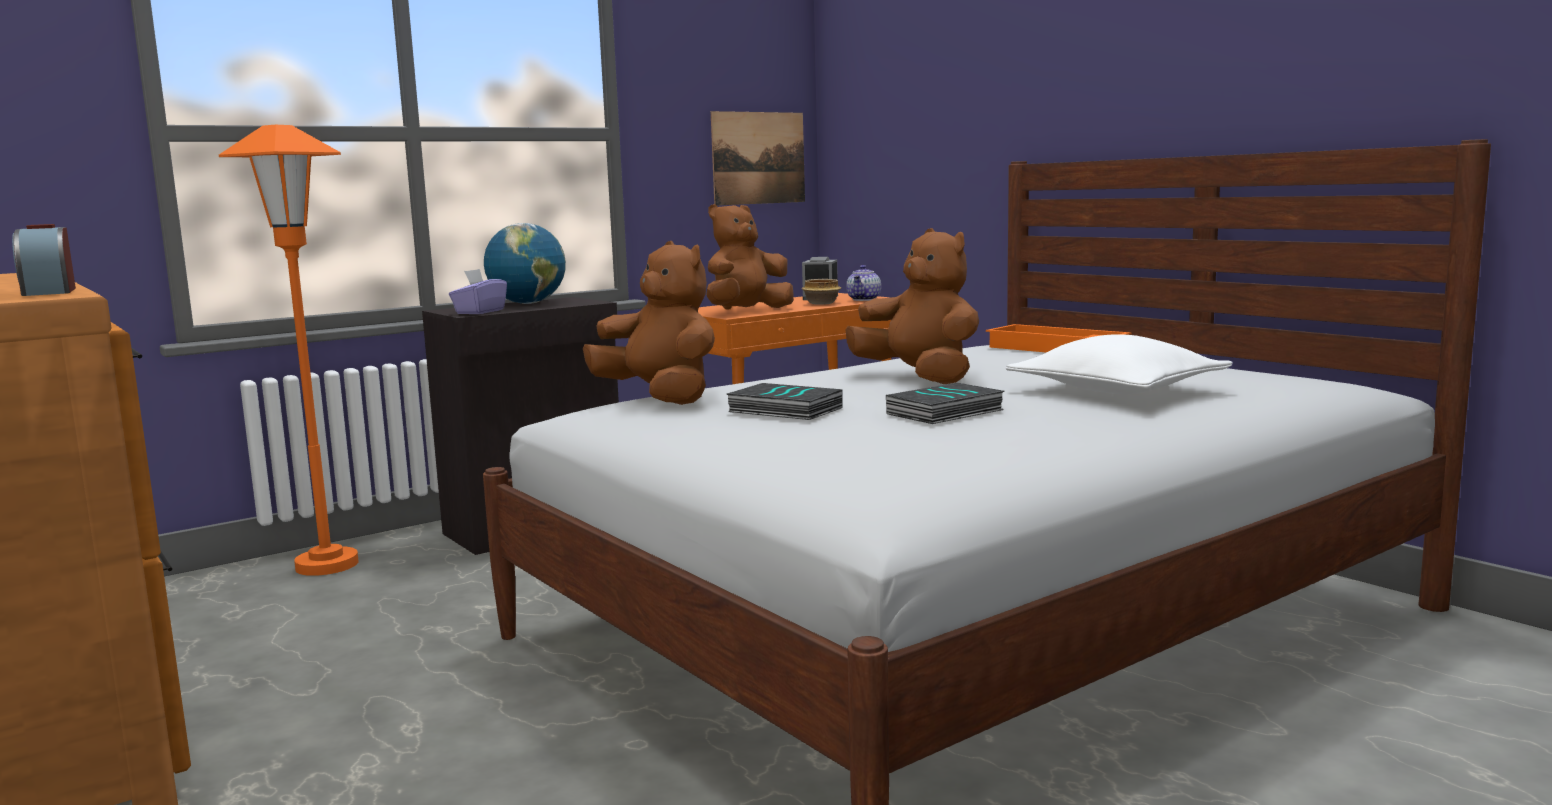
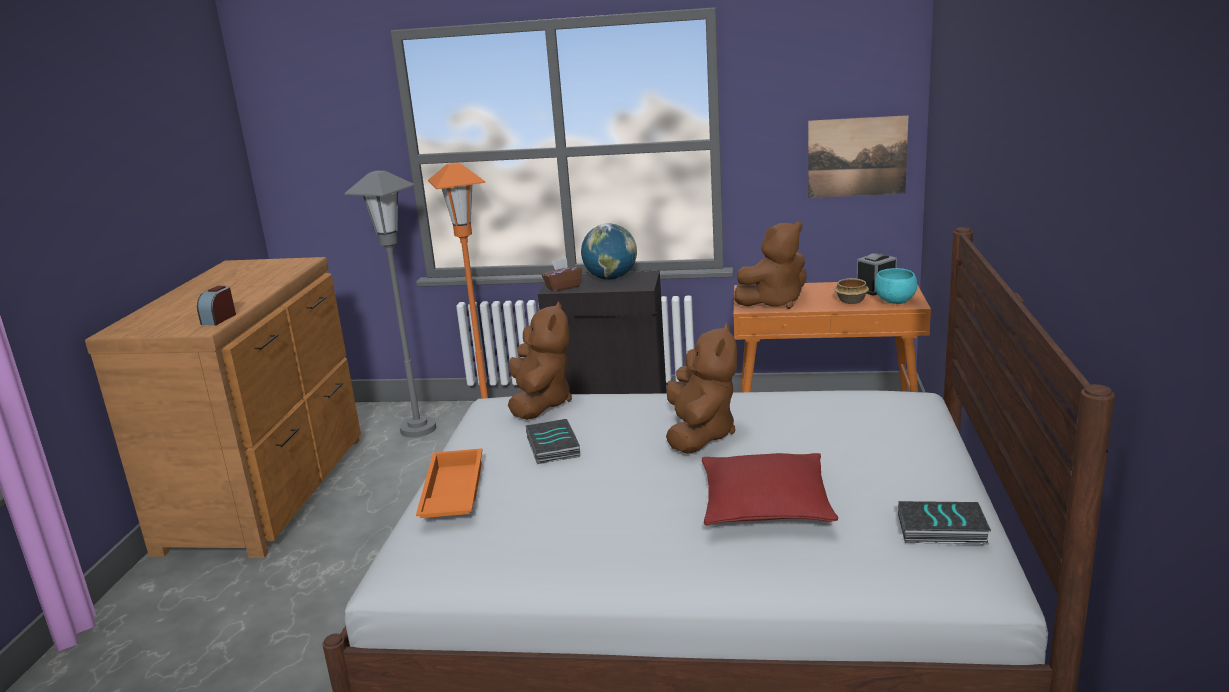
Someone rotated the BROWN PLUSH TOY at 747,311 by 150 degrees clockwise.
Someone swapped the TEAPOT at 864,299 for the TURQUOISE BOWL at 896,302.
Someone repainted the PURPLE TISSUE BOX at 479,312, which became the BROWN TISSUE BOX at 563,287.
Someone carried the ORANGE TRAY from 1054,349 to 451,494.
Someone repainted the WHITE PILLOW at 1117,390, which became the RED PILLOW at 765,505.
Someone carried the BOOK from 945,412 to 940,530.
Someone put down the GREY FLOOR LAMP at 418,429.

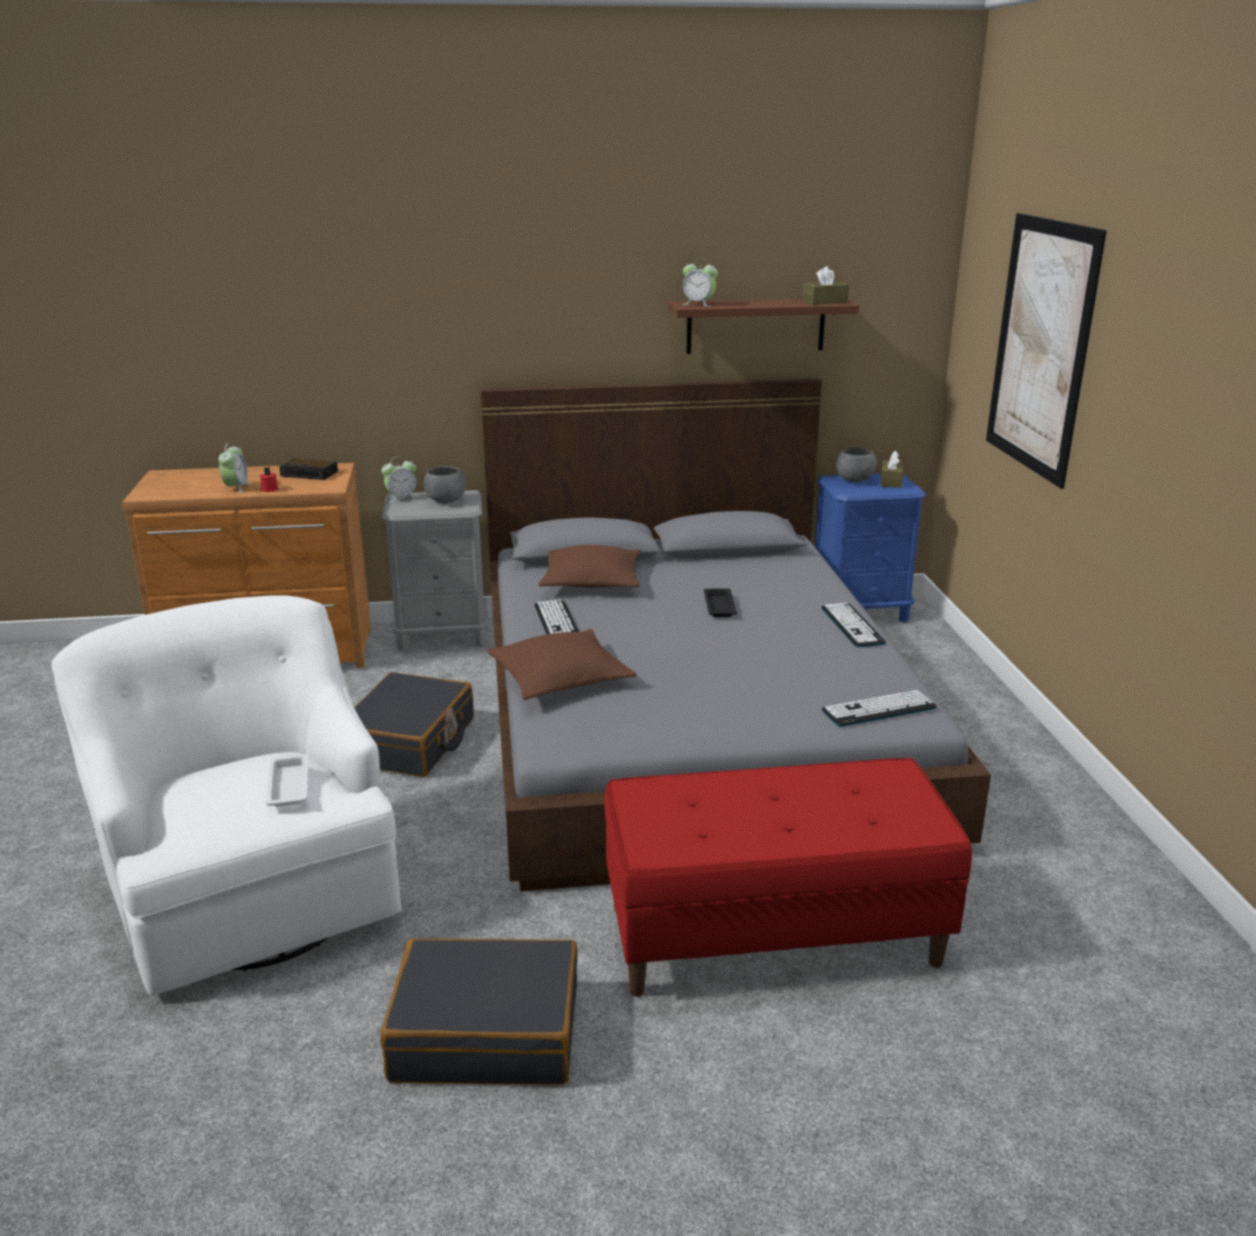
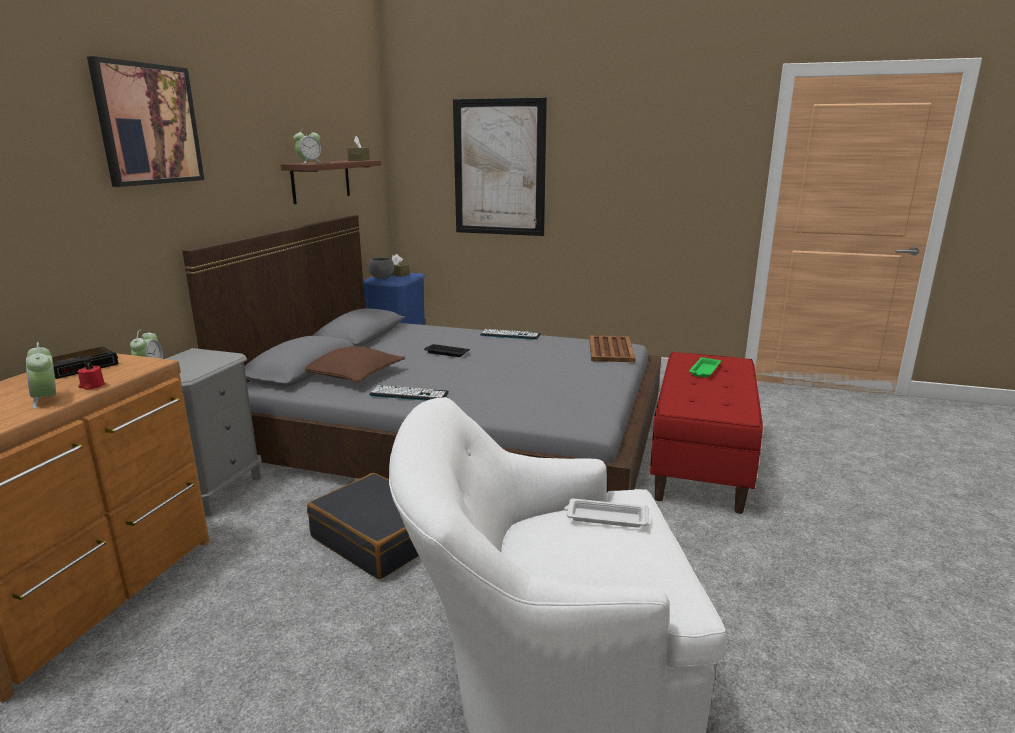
Someone rotated the ALARM CLOCK at 236,488 by 150 degrees counterclockwise.
Someone took away the GREY BOWL at 446,501.
Someone took away the BROWN PILLOW at 560,678.
Someone swapped the KEYBOARD at 879,709 for the BROWN TRAY at 611,349.
Someone took away the BLACK SUITCASE at 486,1032.
Someone put up the PICTURE at 148,124.
Someone put down the GREEN TRAY at 704,370.

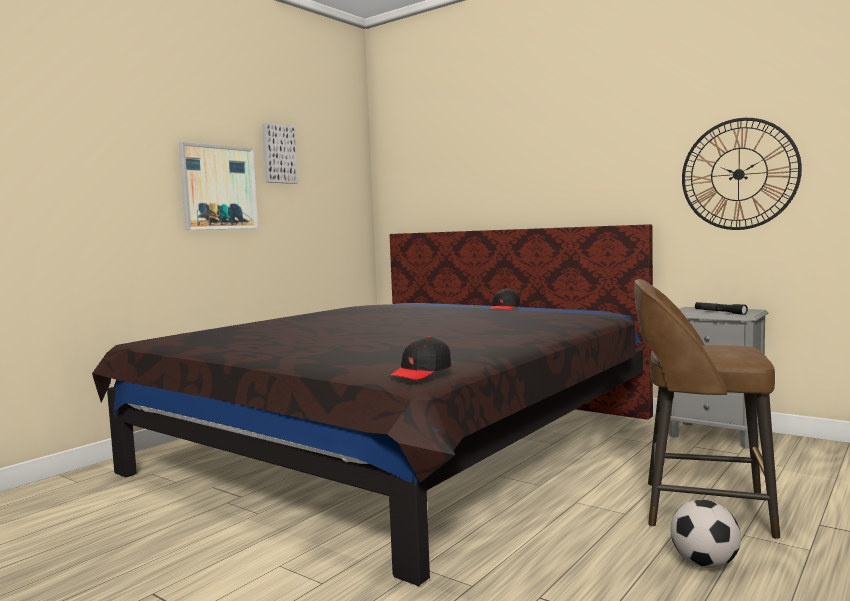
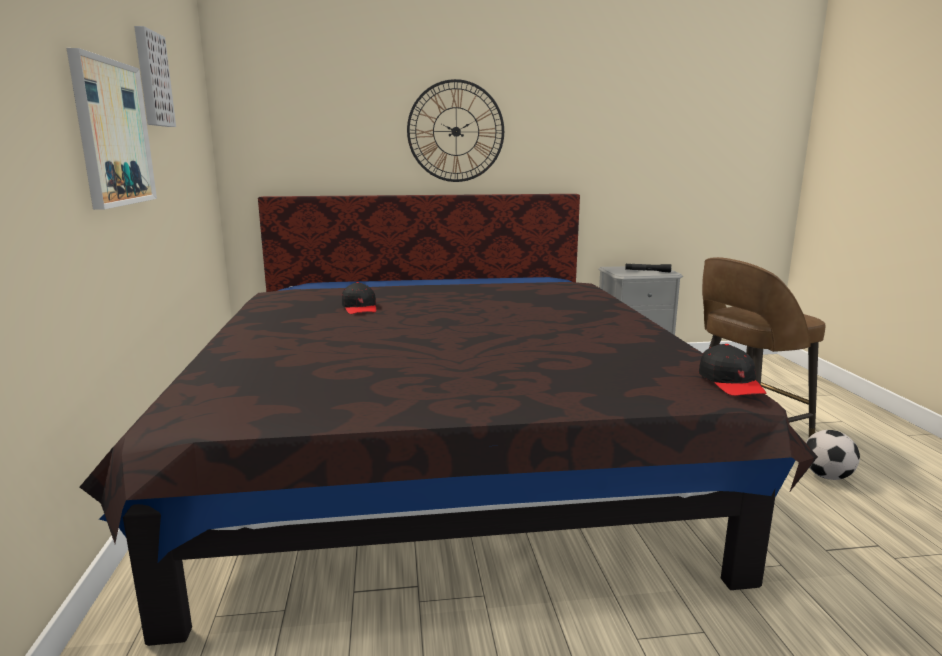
Someone carried the WALL CLOCK from 738,174 to 456,131.
Someone carried the BLACK CAP from 505,308 to 360,308.

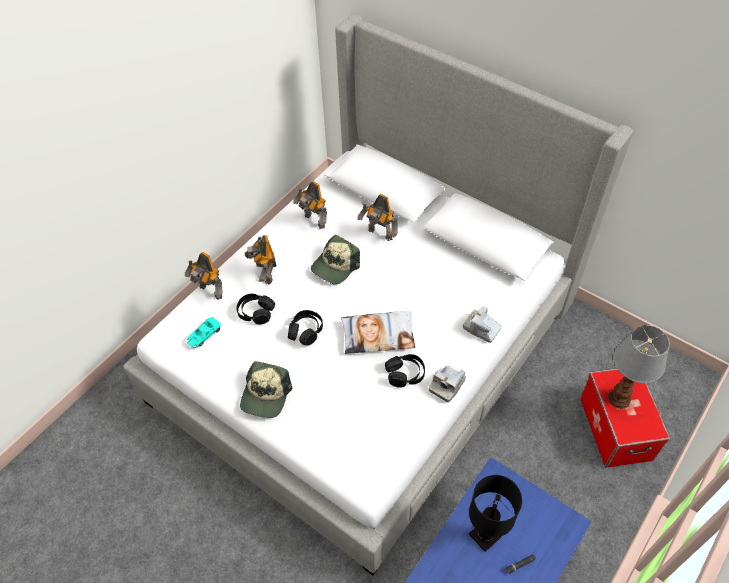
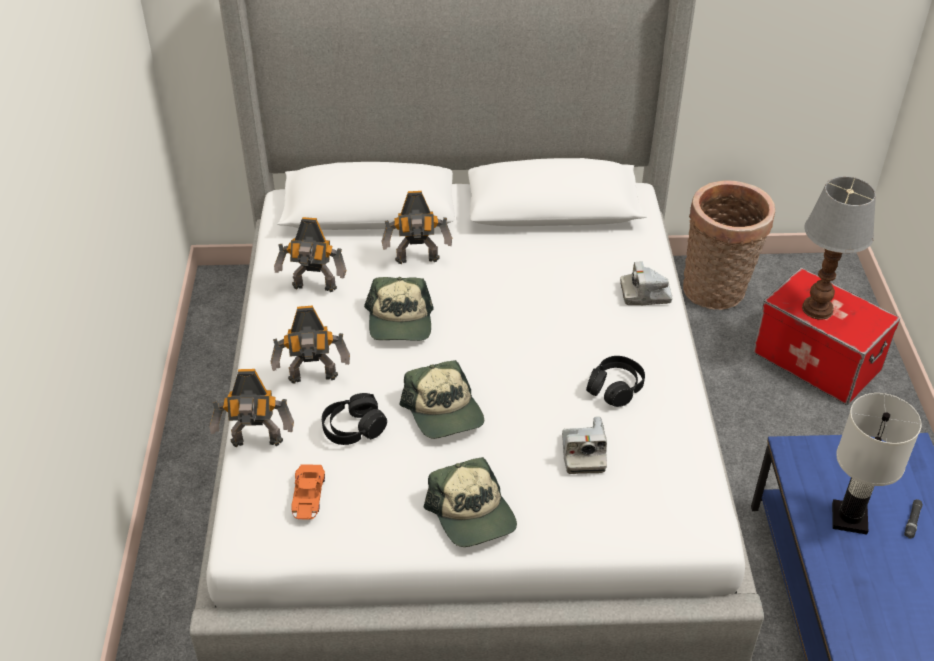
Someone rotated the TOY ROBOT at 265,273 by 45 degrees counterclockwise.
Someone swapped the BLACK HEADPHONES at 306,331 for the CAP at 444,412.
Someone took away the PILLOW at 378,335.
Someone repainted the TURQUOISE TOY CAR at 204,335, which became the ORANGE TOY CAR at 308,496.
Someone carried the PHOTO CAMERA from 447,385 to 583,454.
Someone repainted the BLACK TABLE LAMP at 484,535, which became the WHITE TABLE LAMP at 848,518.
Someone put down the BASKET at 717,292.

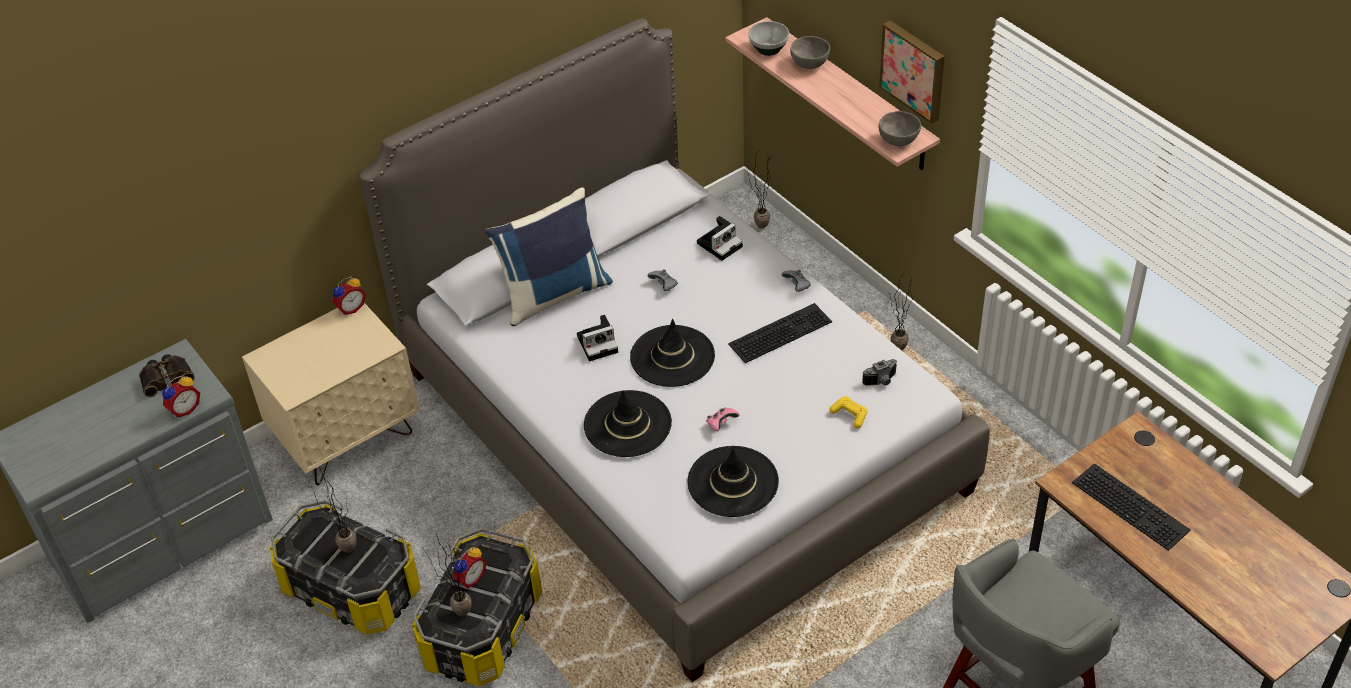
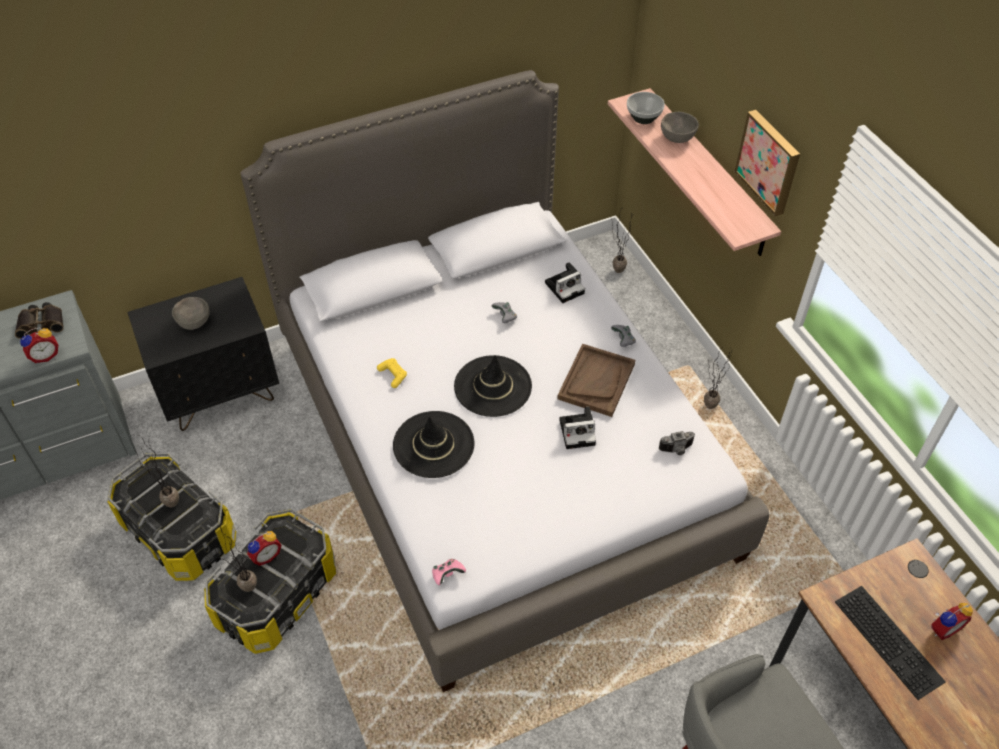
Someone carried the GREY BOWL from 898,140 to 194,322.
Someone took away the BLUE PILLOW at 554,294.
Someone carried the ALARM CLOCK from 350,308 to 942,628.
Someone repainted the BEIGE NIGHTSTAND at 348,438, which became the BLACK NIGHTSTAND at 220,393.
Someone swapped the KEYBOARD at 780,331 for the BROWN TRAY at 596,381.
Someone carried the PHOTO CAMERA from 599,343 to 578,431.
Someone carried the YELLOW GAME CONTROLLER from 849,415 to 393,375.
Someone carried the PINK GAME CONTROLLER from 721,424 to 447,575.
Someone took away the BLACK HAT at 733,482.

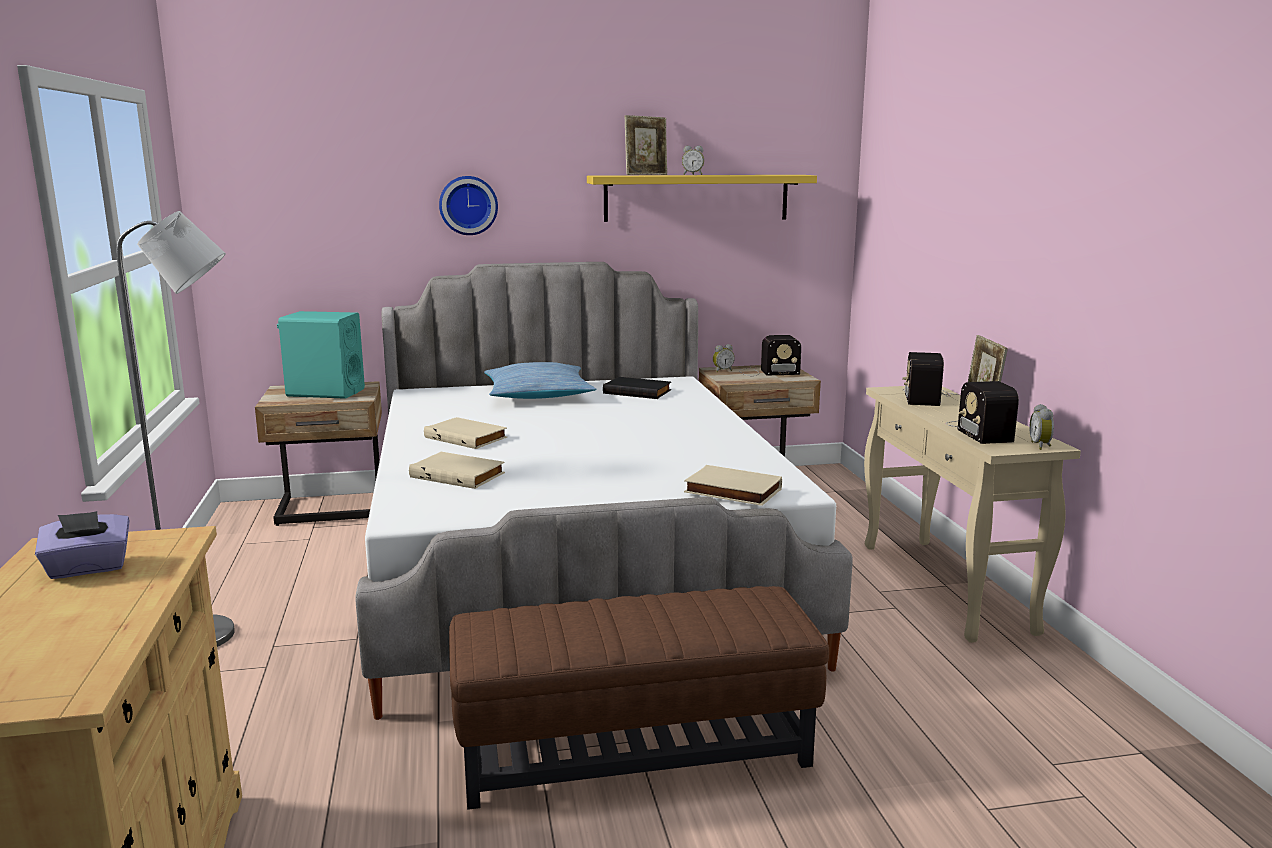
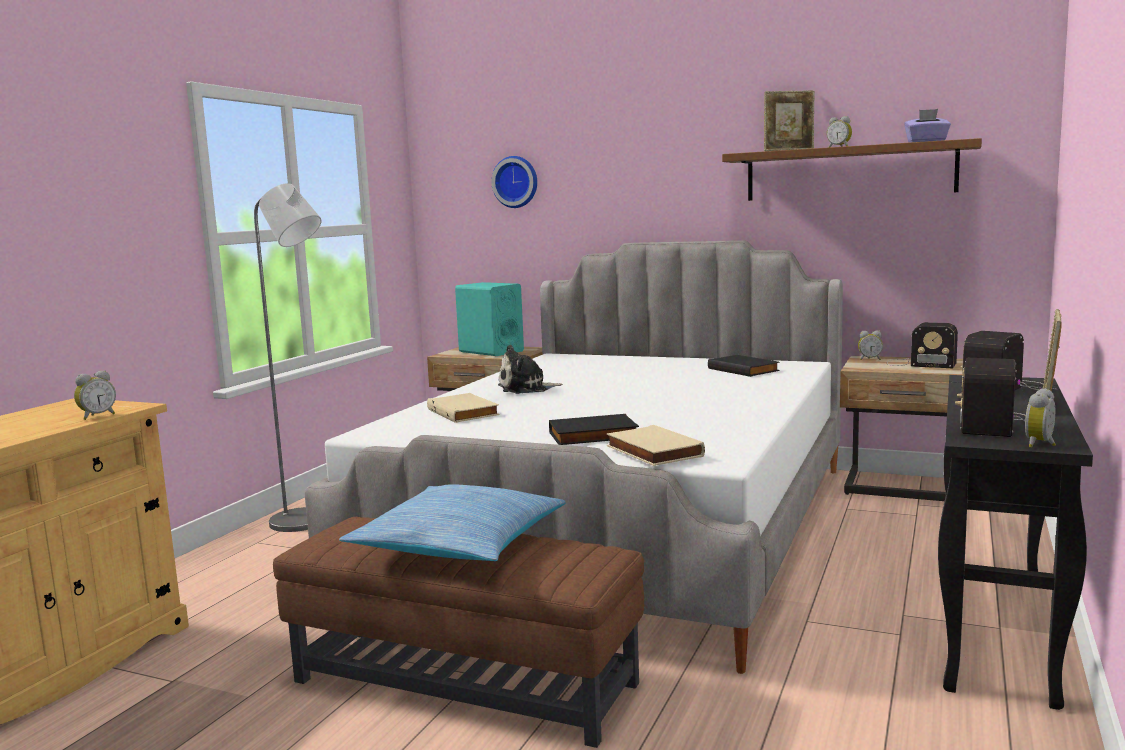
Someone repainted the YELLOW SHELF at 696,197, which became the BROWN SHELF at 849,172.
Someone carried the WALL CLOCK from 468,205 to 516,182.
Someone carried the PILLOW from 538,395 to 458,543.
Someone repainted the BEIGE CONSOLE TABLE at 946,587, which became the BLACK CONSOLE TABLE at 997,630.
Someone swapped the BEIGE BOOK at 467,437 for the PLUSH TOY at 526,389.
Someone carried the PURPLE TISSUE BOX from 88,568 to 926,142.
Someone put down the ALARM CLOCK at 97,416.
Someone put down the BLACK BOOK at 593,436.

